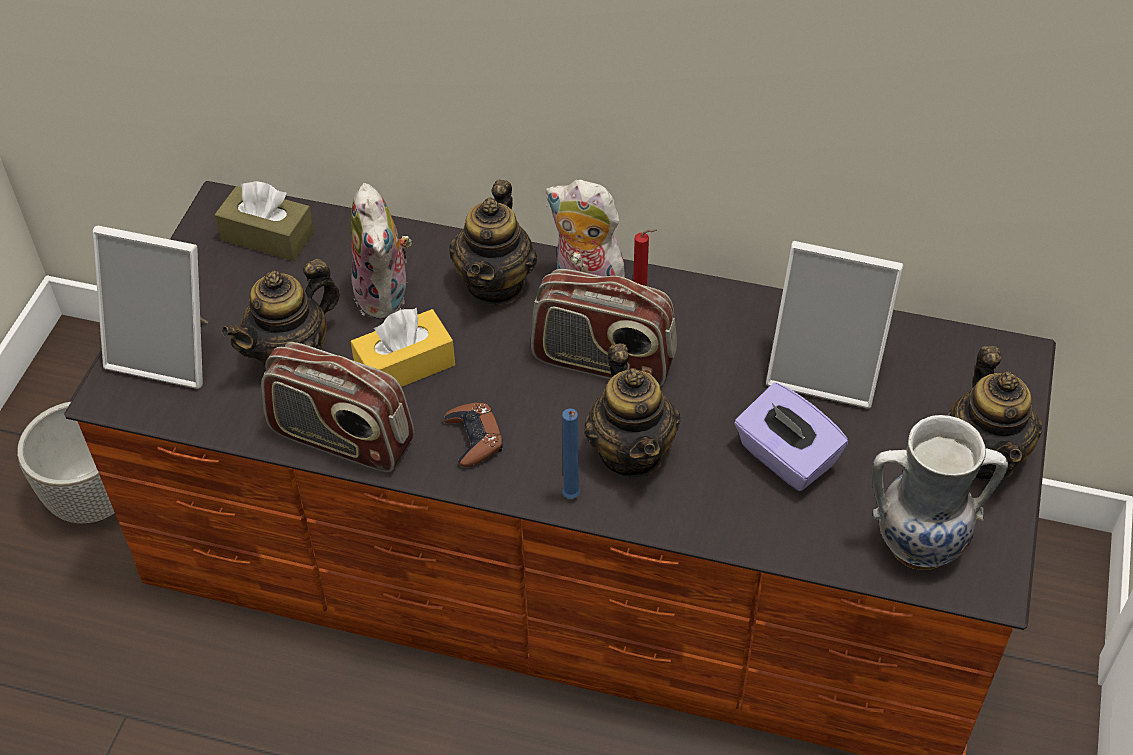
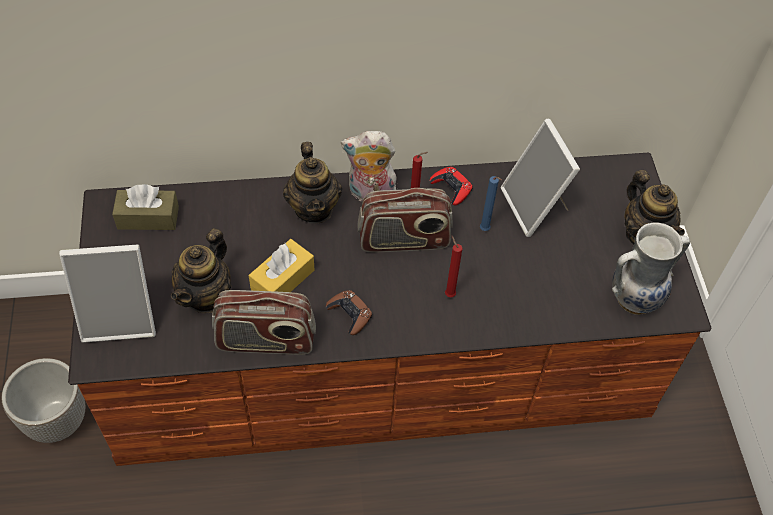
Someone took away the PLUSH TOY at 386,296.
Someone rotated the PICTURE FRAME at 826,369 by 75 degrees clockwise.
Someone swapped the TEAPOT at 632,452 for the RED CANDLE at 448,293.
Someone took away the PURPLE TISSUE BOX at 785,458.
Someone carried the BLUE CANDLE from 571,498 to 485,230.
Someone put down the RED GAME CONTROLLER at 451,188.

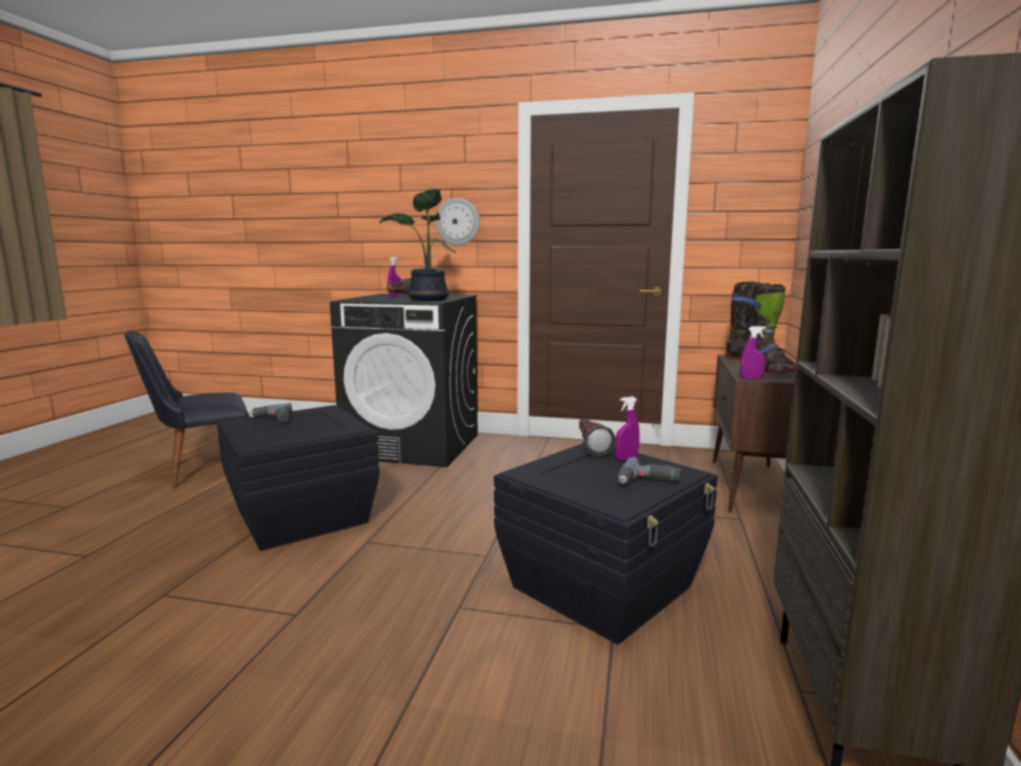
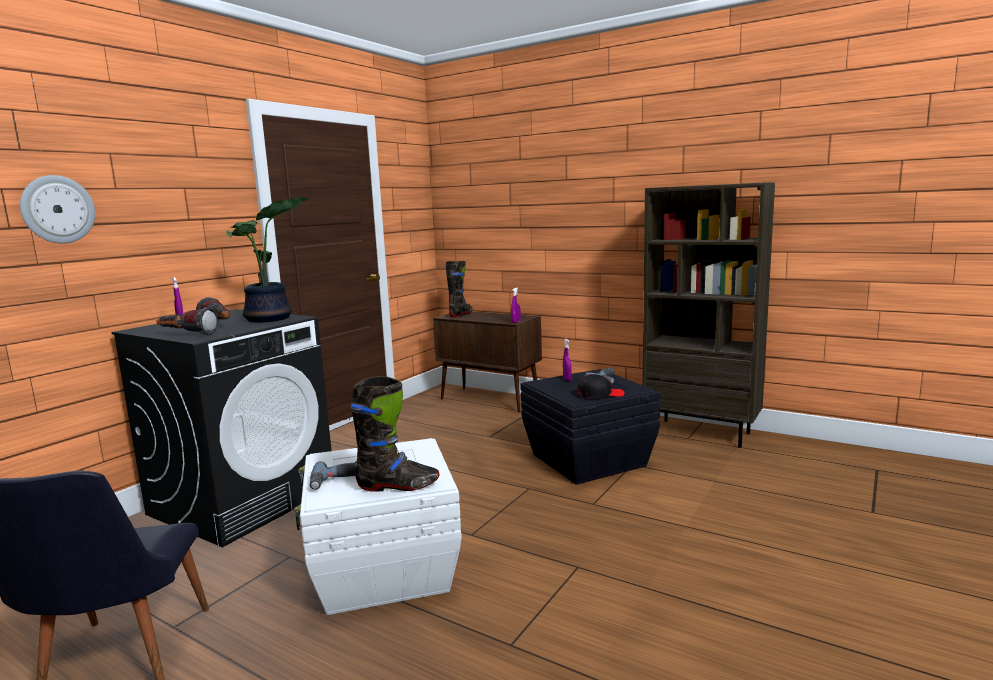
Someone carried the WALL CLOCK from 458,221 to 57,209.
Someone carried the BLACK BOOT from 768,370 to 398,486.
Someone repainted the BLACK STORAGE BOX at 300,516, which became the WHITE STORAGE BOX at 383,570.
Someone carried the FLASHLIGHT from 590,447 to 187,335.
Someone put down the BLACK CAP at 600,394.

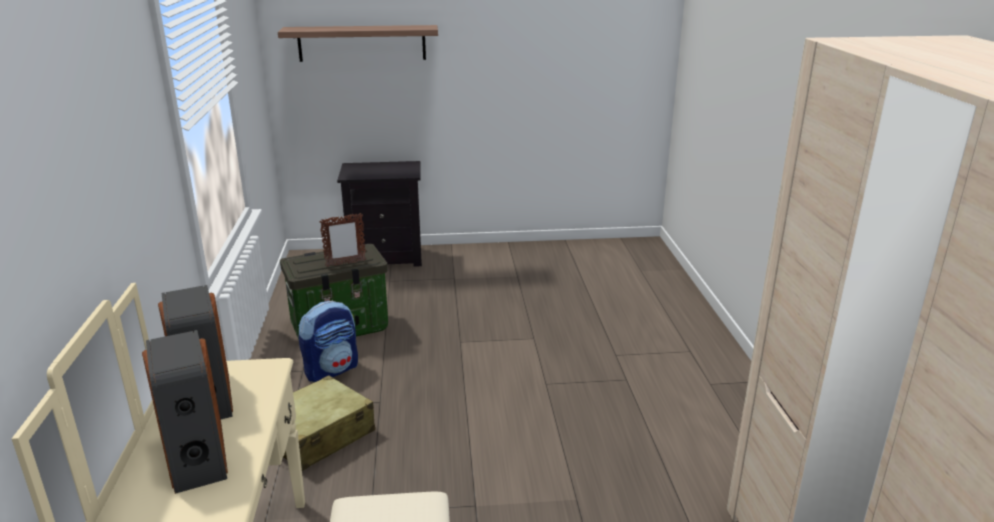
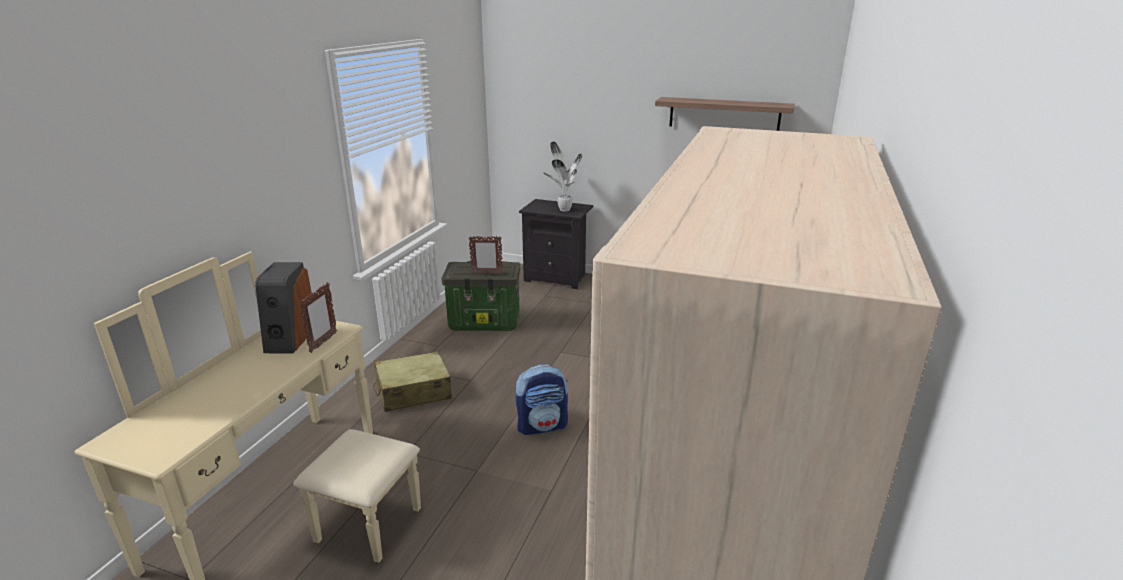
Someone carried the SHELF from 362,43 to 724,115.
Someone carried the BACKPACK from 332,370 to 542,425.
Someone took away the SPEAKER at 196,456.
Someone put down the POTTED PLANT at 564,209.
Someone put down the PICTURE FRAME at 323,343.

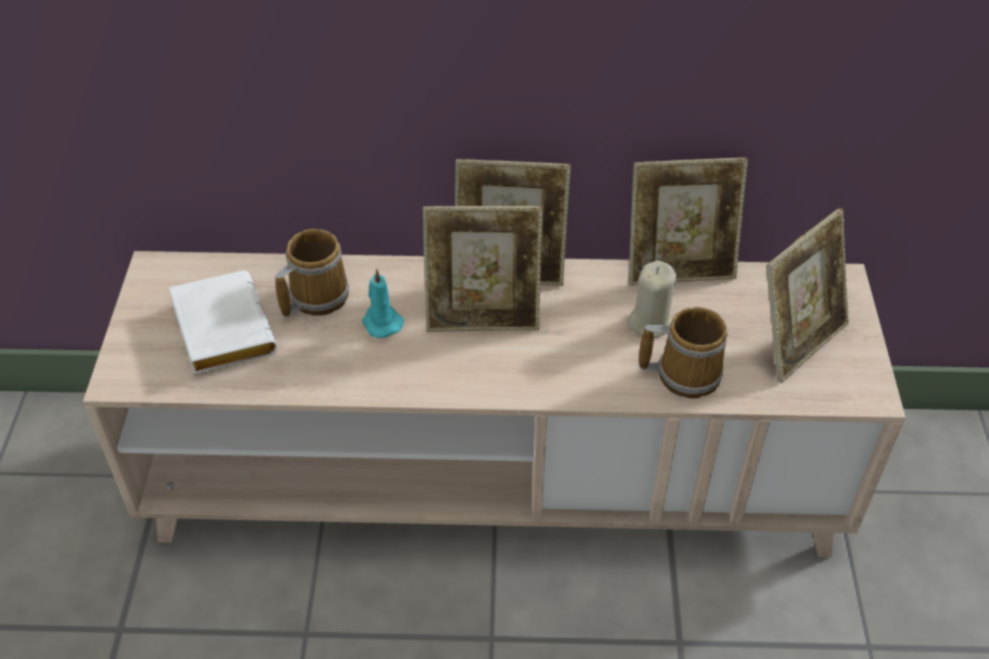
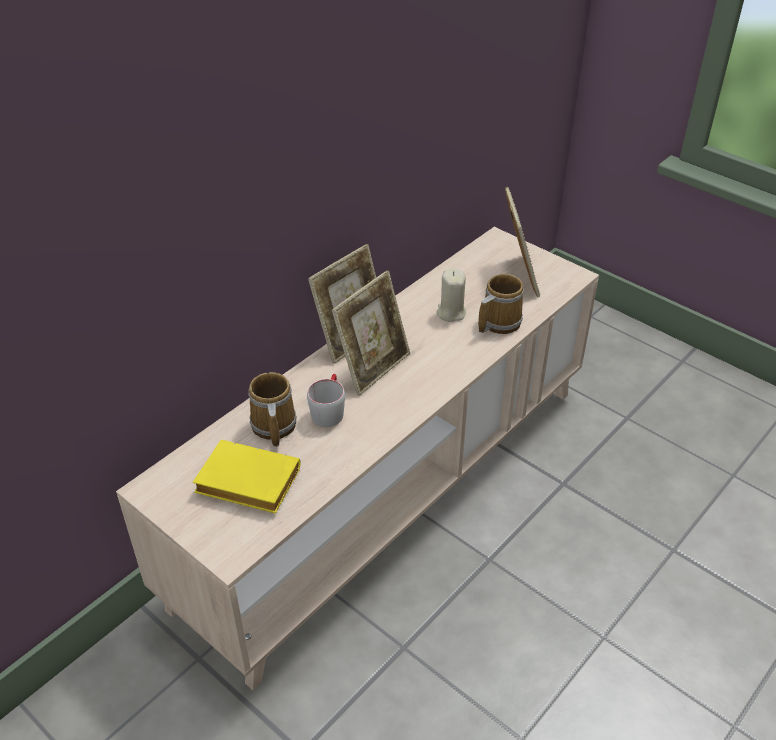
Someone took away the PICTURE FRAME at 679,268.
Someone swapped the TURQUOISE CANDLE at 381,322 for the GREY MUG at 329,410.
Someone repainted the WHITE BOOK at 219,328, which became the YELLOW BOOK at 245,483.

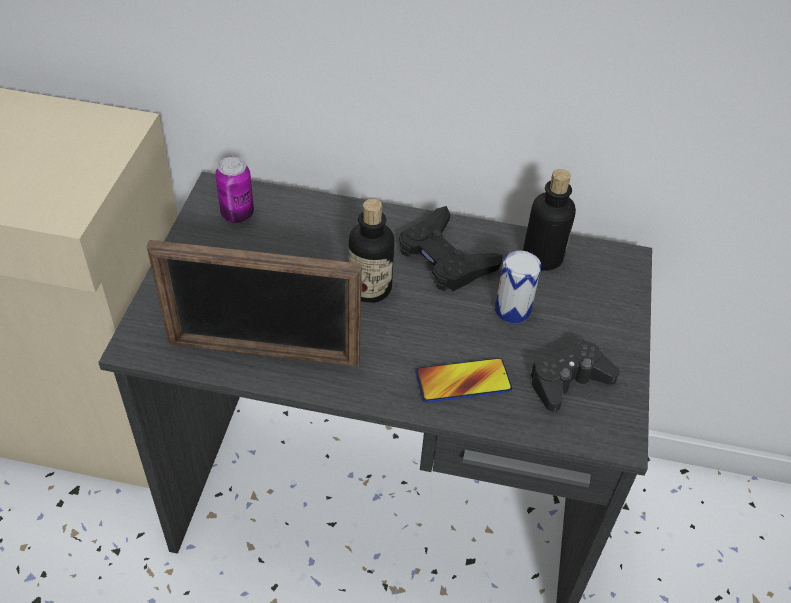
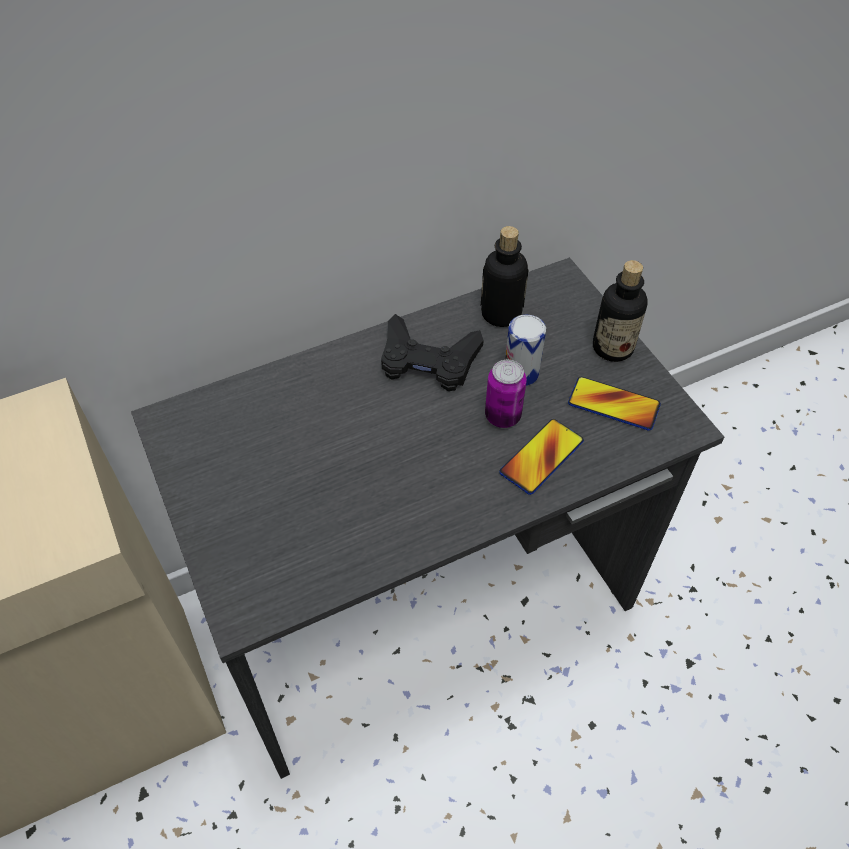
Someone carried the CAN from 237,214 to 502,416.
Someone carried the BOTTLE from 370,288 to 612,347.
Someone took away the PICTURE FRAME at 263,353.
Someone swapped the BLACK GAME CONTROLLER at 568,381 for the PHONE at 613,404.

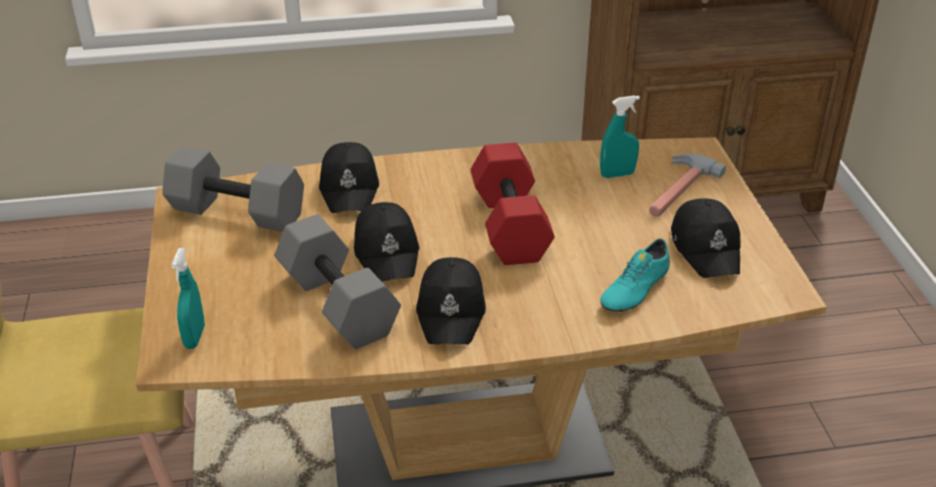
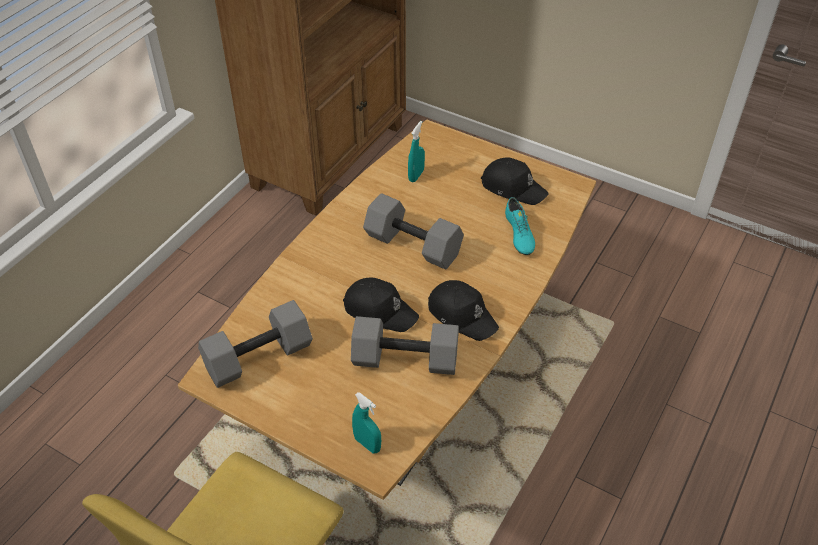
Someone took away the BLACK CAP at 350,188.
Someone repainted the RED DUMBBELL at 507,224, which became the GREY DUMBBELL at 411,246.
Someone took away the HAMMER at 676,189.

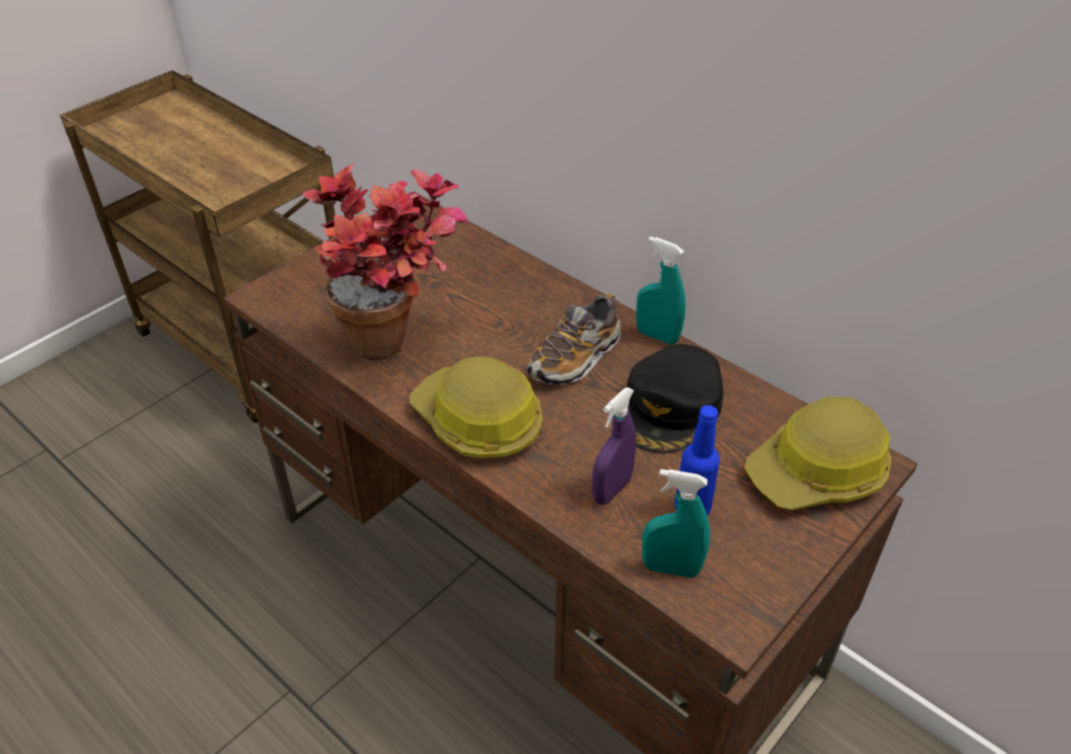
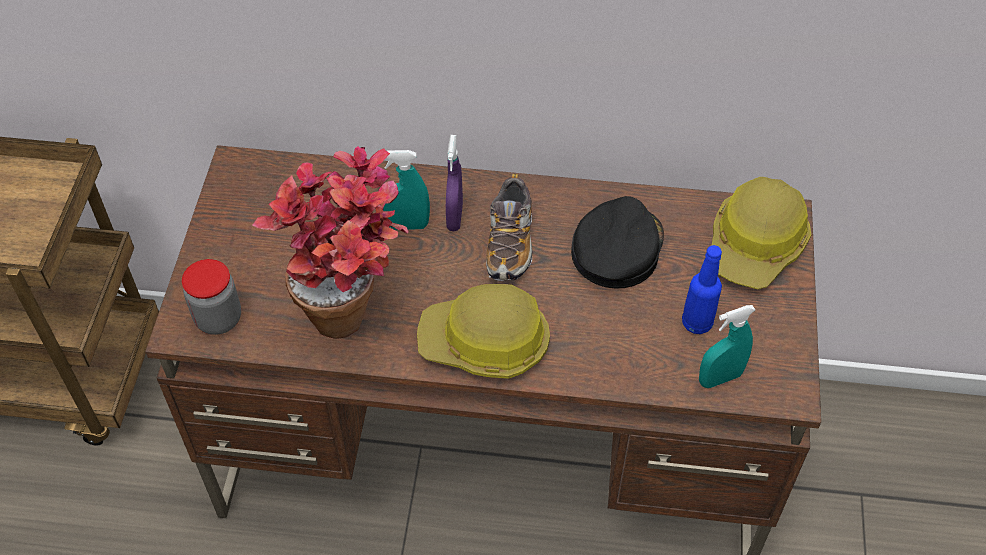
Someone carried the TURQUOISE SPRAY BOTTLE from 657,336 to 406,225.
Someone rotated the BLACK CAP at 670,407 by 150 degrees counterclockwise.
Someone carried the PURPLE SPRAY BOTTLE from 612,490 to 454,217.
Someone put down the JAR at 218,318.

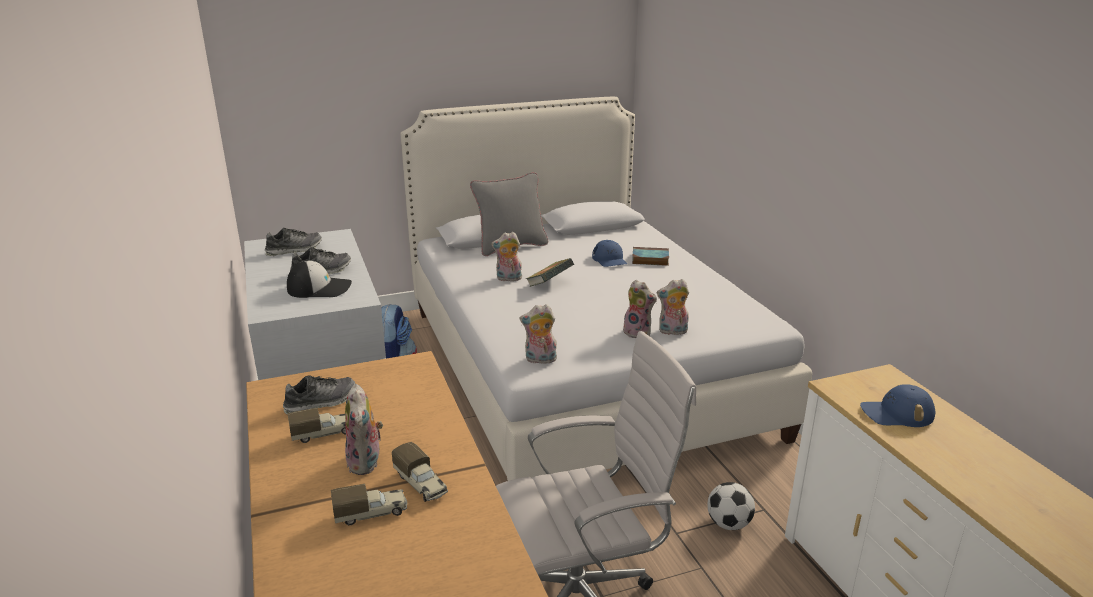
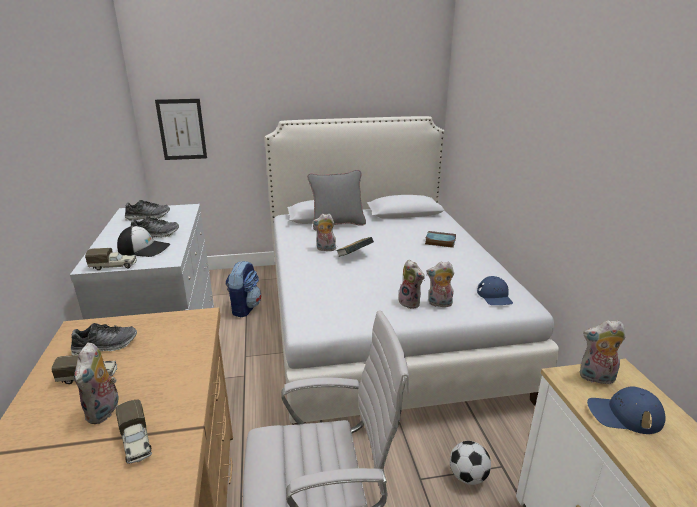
Someone carried the BLUE CAP from 609,259 to 494,296.
Someone carried the PLUSH TOY from 540,360 to 596,378.
Someone carried the TOY TRUCK from 371,513 to 114,266.
Someone put up the PICTURE at 182,129.

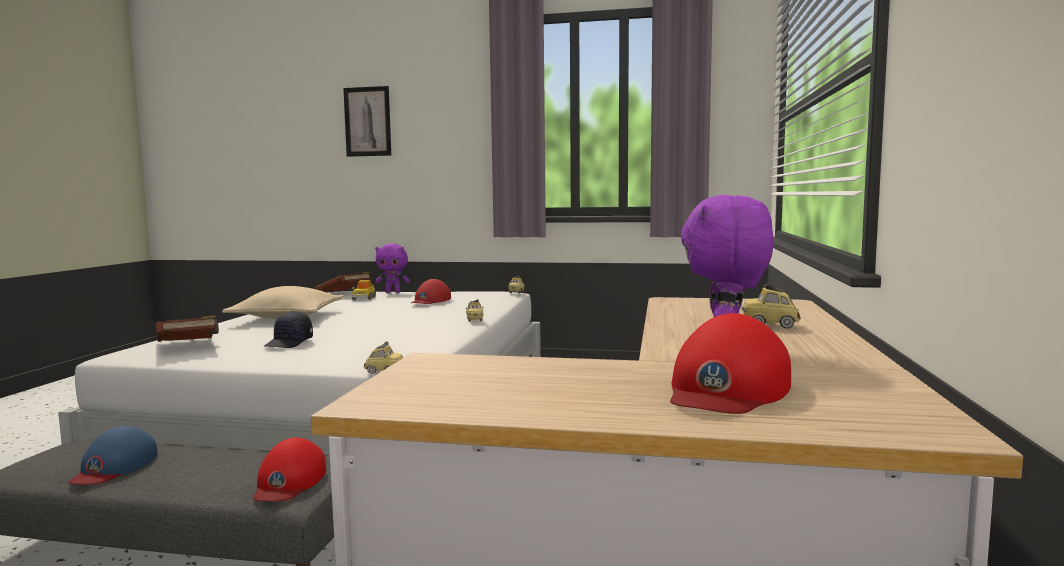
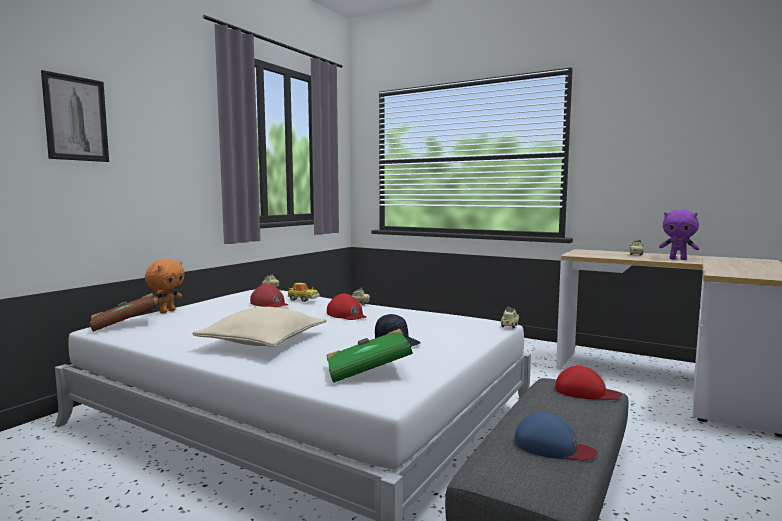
Someone repainted the PURPLE PLUSH TOY at 393,292, which became the ORANGE PLUSH TOY at 167,311.
Someone carried the TOY CAR from 363,298 to 303,299.
Someone carried the RED CAP from 727,389 to 347,315.
Someone repainted the BROWN BOOK at 189,346, which became the GREEN BOOK at 368,372.

